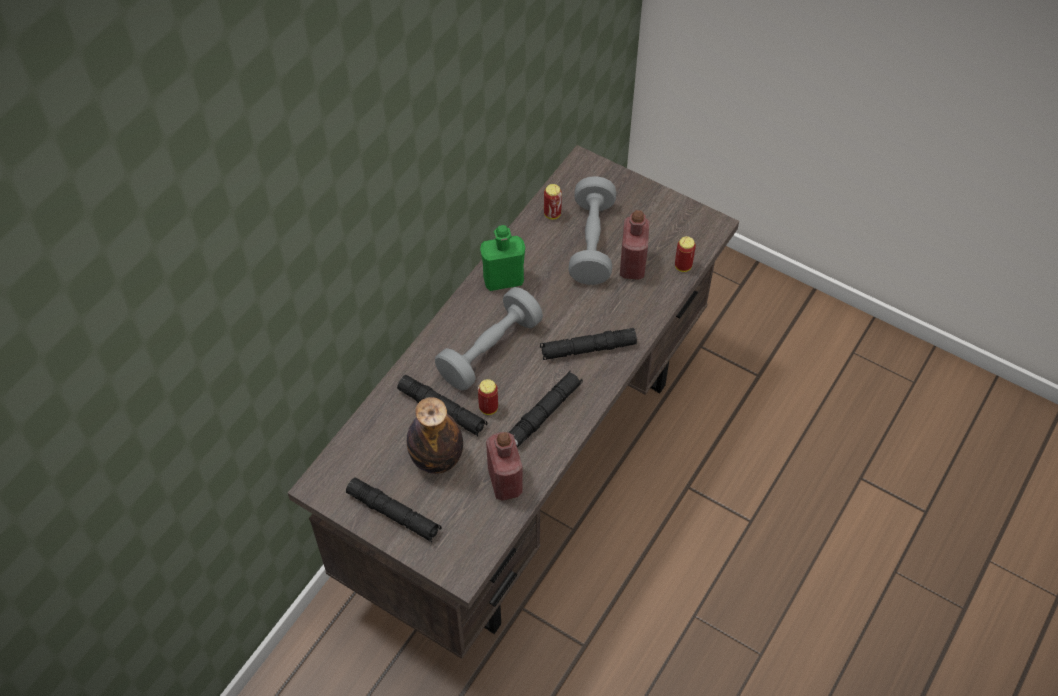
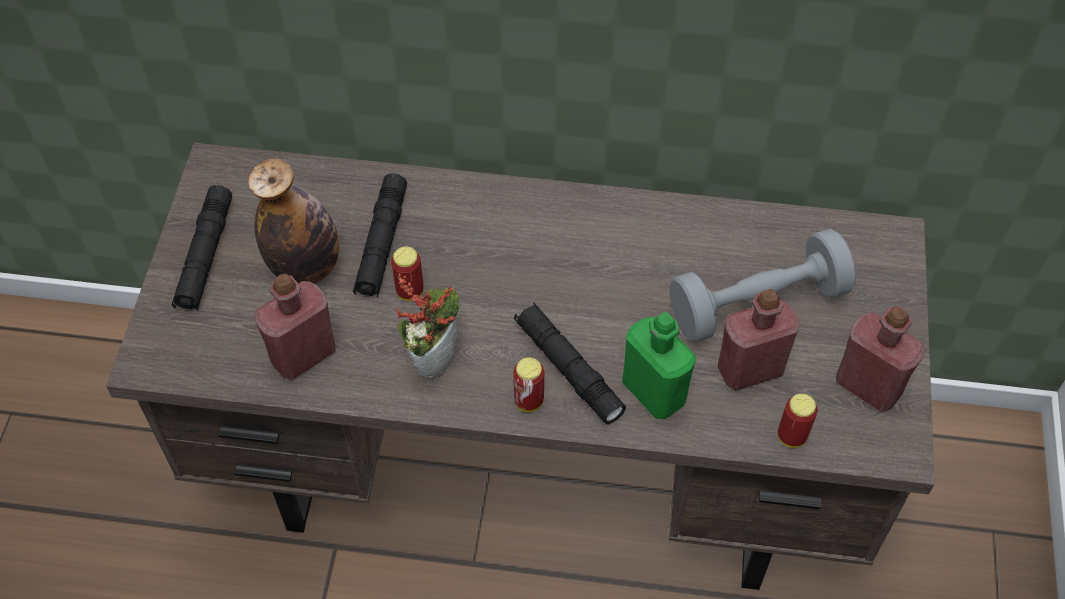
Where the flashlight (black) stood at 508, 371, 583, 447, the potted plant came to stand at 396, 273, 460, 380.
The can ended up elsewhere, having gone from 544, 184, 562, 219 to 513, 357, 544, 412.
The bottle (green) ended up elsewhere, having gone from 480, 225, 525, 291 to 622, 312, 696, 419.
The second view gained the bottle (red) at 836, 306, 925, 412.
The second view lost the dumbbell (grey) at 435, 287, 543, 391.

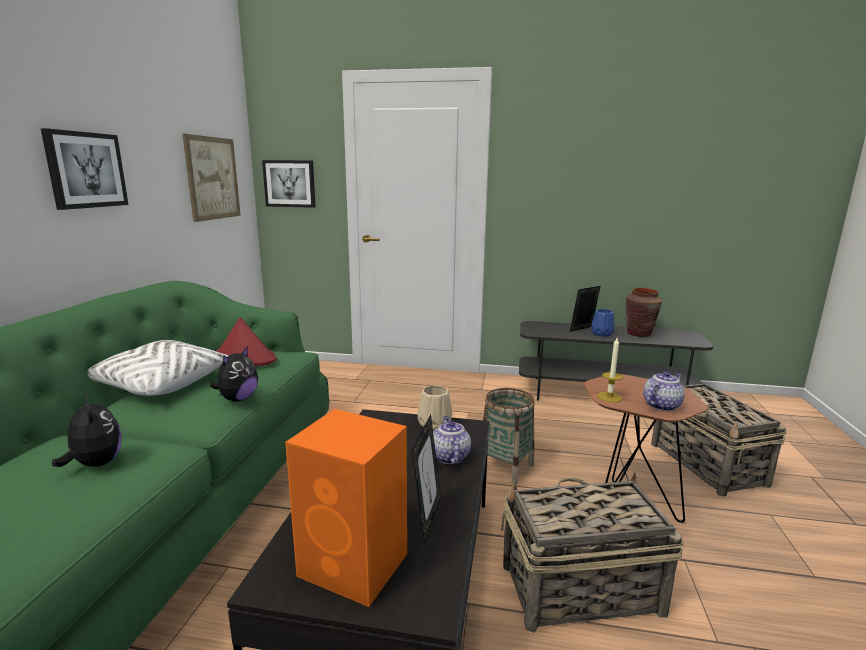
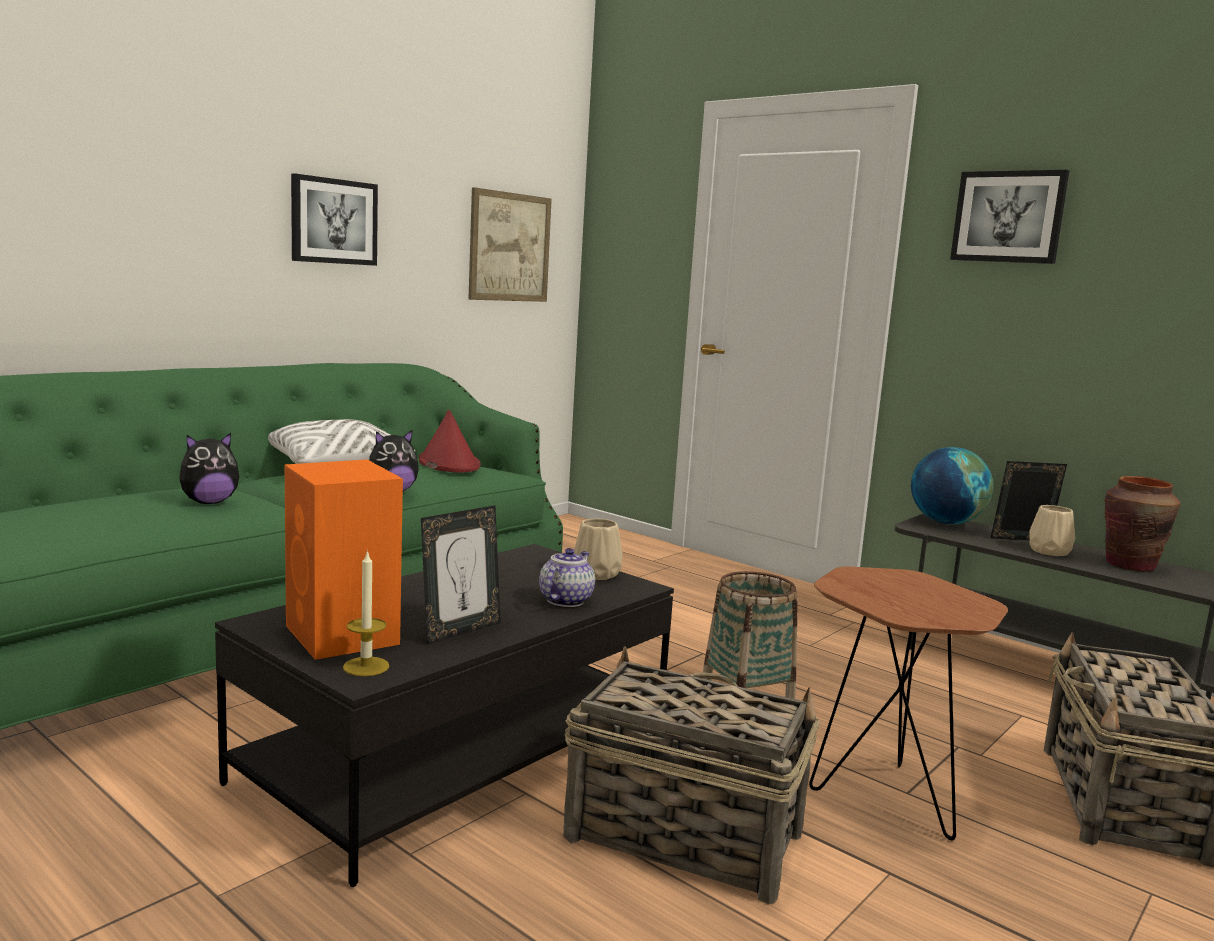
The plush toy at 52, 394, 122, 467 ended up facing another way, 60 degrees clockwise from before.
The candle ended up elsewhere, having gone from 598, 338, 623, 402 to 343, 550, 389, 676.
The second view gained the globe at 911, 447, 993, 524.
The picture ended up elsewhere, having gone from 262, 160, 316, 208 to 950, 170, 1069, 264.
What was the vase (blue) at 591, 309, 615, 337 turned into the vase (beige) at 1029, 505, 1075, 556.
The second view lost the teapot at 643, 371, 685, 411.

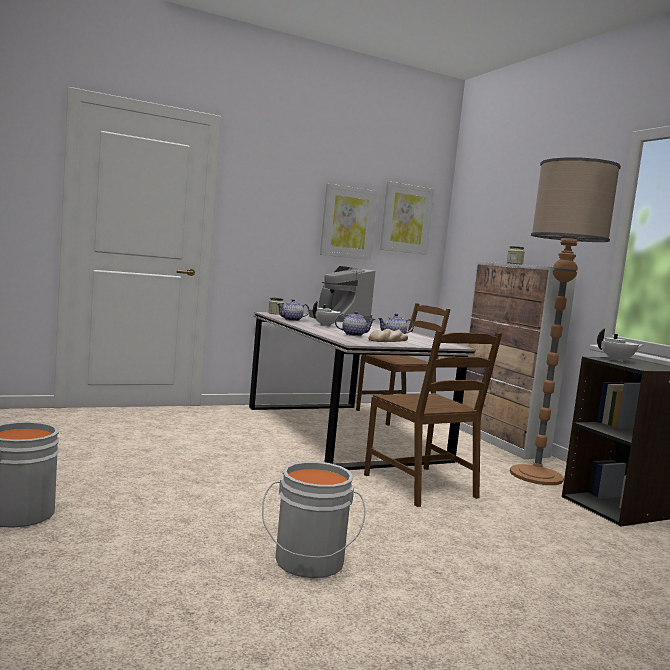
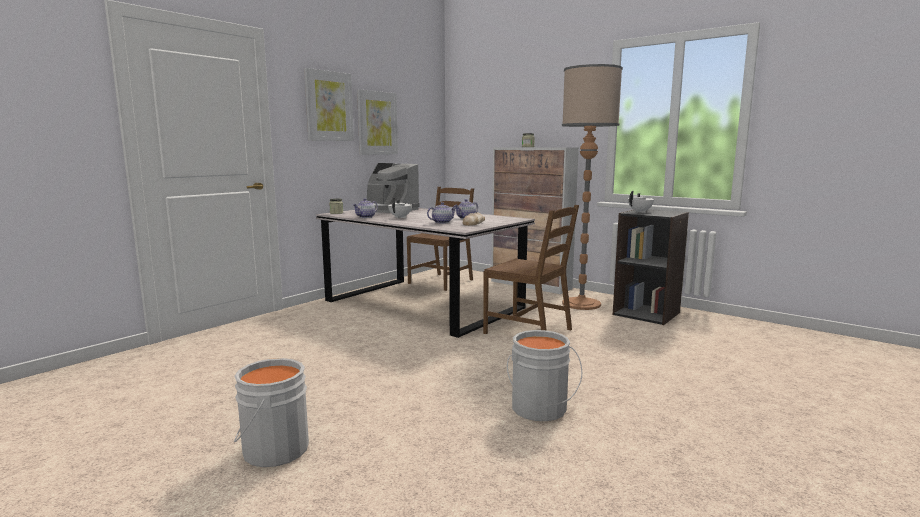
The picture ended up elsewhere, having gone from 380, 181, 434, 255 to 304, 68, 354, 141.

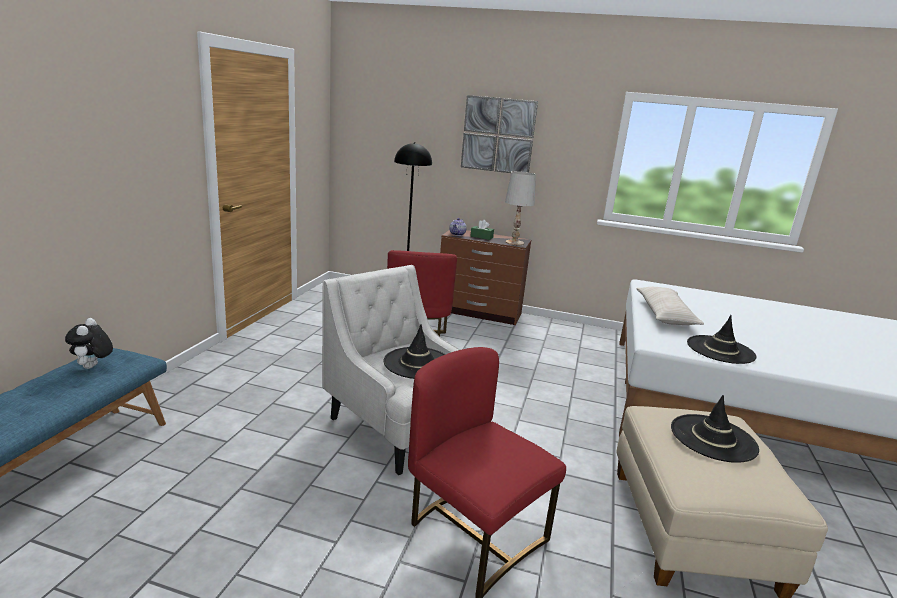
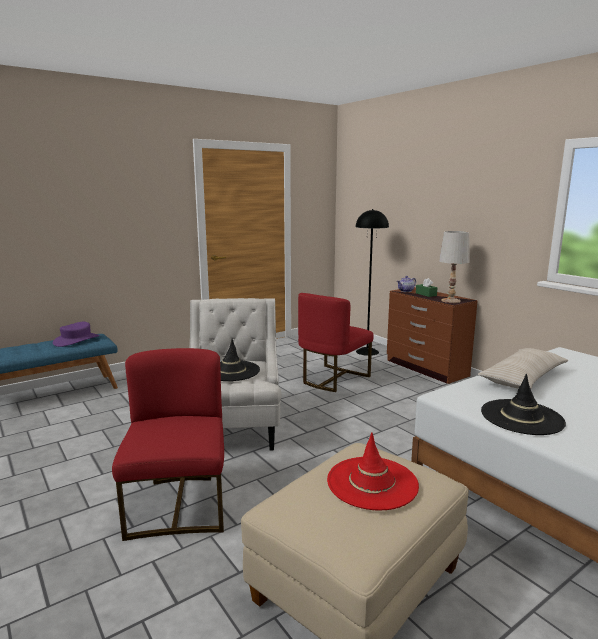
Where the plush toy stood at 65, 318, 113, 369, the hat (purple) came to stand at 53, 322, 100, 347.
What was the hat (black) at 671, 395, 759, 463 turned into the hat (red) at 327, 432, 419, 510.
The second view lost the picture at 461, 95, 538, 173.

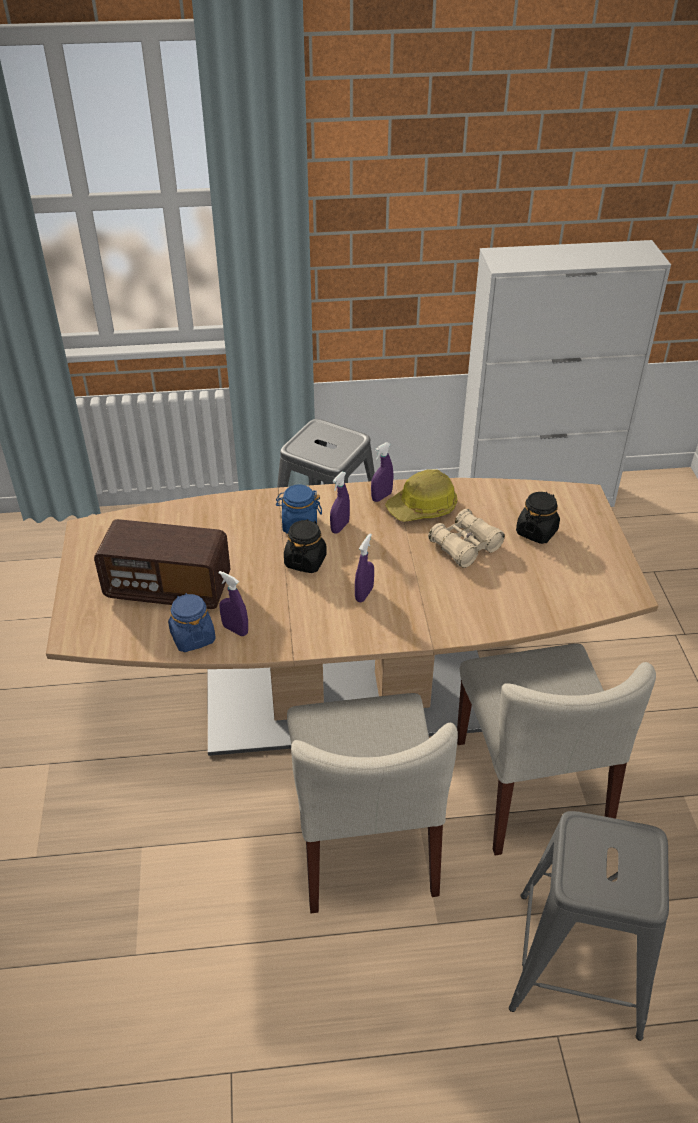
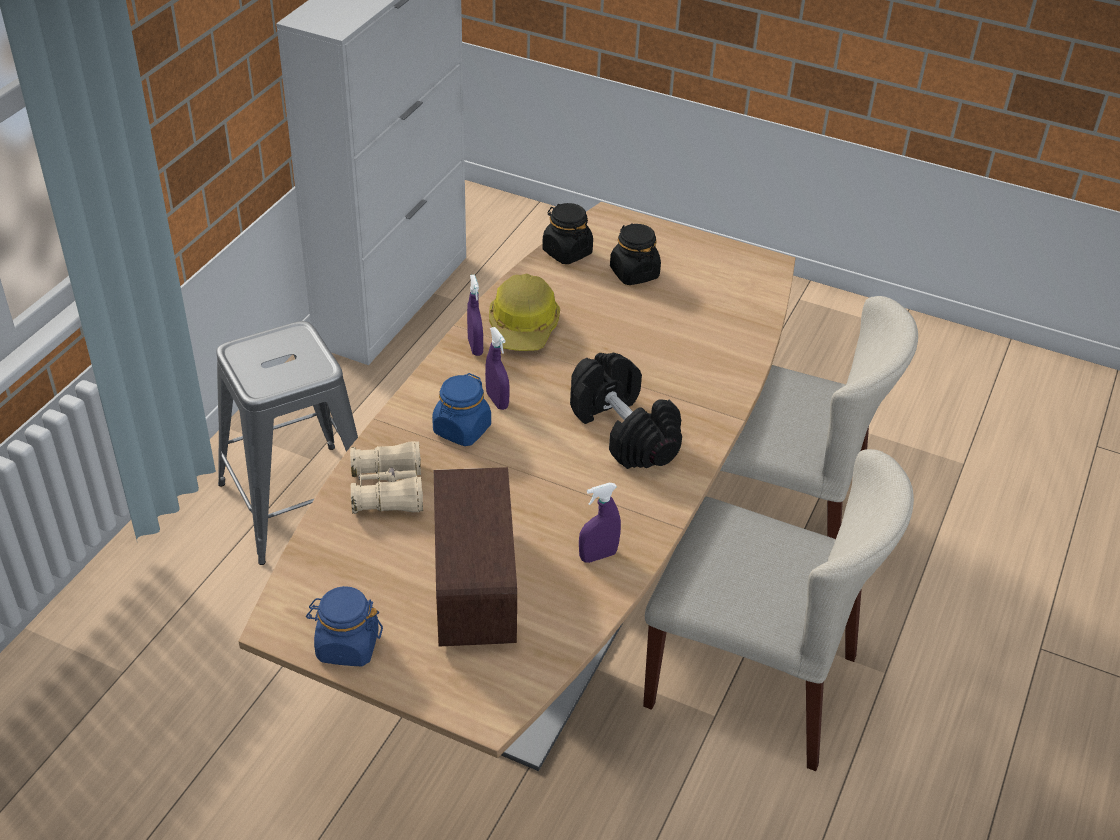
The jar (blue) ended up elsewhere, having gone from 168, 593, 216, 652 to 306, 586, 383, 666.
The binoculars (beige) ended up elsewhere, having gone from 428, 509, 505, 568 to 350, 441, 423, 514.
The radio at 94, 519, 231, 609 ended up facing another way, 135 degrees clockwise from before.
The jar (black) ended up elsewhere, having gone from 284, 519, 327, 573 to 542, 203, 593, 264.
Where the spray bottle (purple) stood at 355, 534, 374, 602, the dumbbell (black) came to stand at 570, 353, 682, 469.
The second view lost the stool (grey) at 509, 811, 669, 1041.

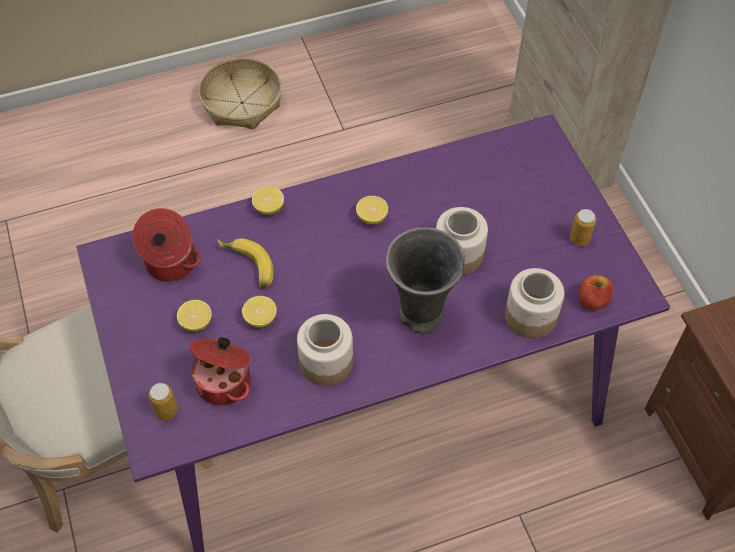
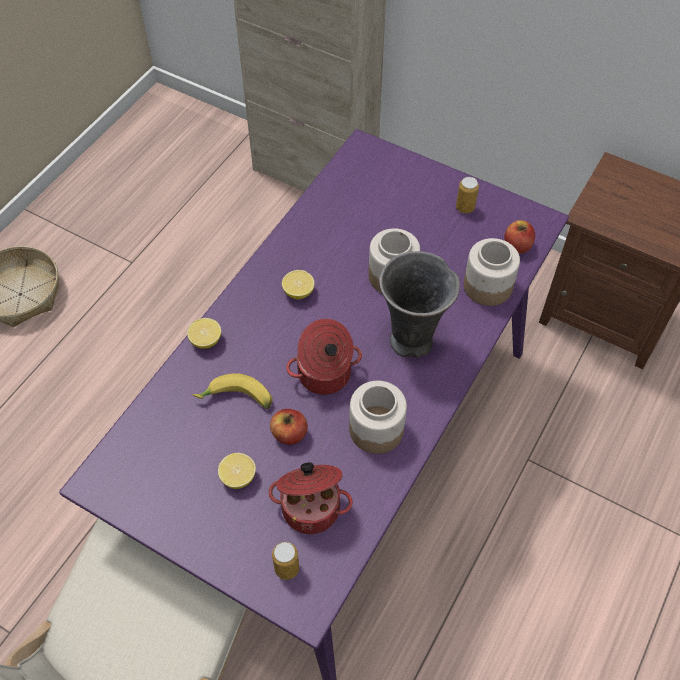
Where the lemon stood at 242, 296, 277, 328, the apple came to stand at 270, 409, 308, 445.
The cooking pot ended up elsewhere, having gone from 133, 208, 201, 282 to 286, 319, 362, 395.

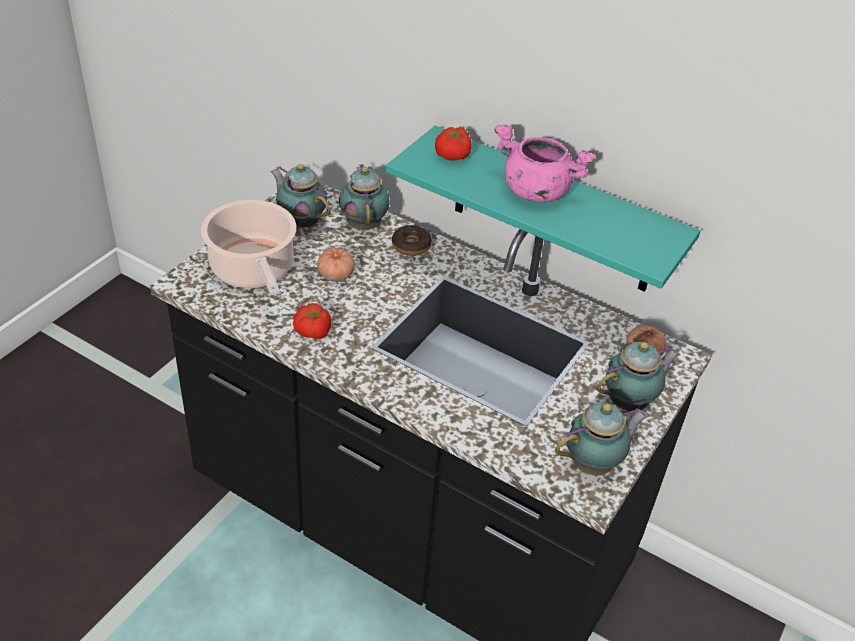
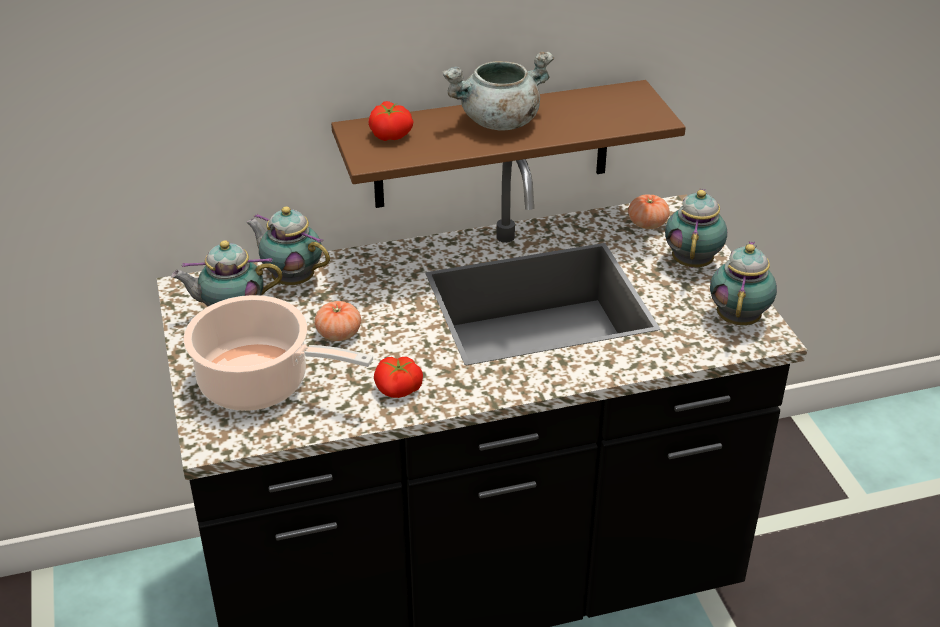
What was the shelf (turquoise) at 386, 126, 700, 292 turned into the shelf (brown) at 331, 80, 686, 208.
What was the cooking pot (pink) at 494, 125, 596, 202 turned into the cooking pot (grey) at 442, 51, 554, 131.
The second view lost the donut at 392, 225, 432, 256.

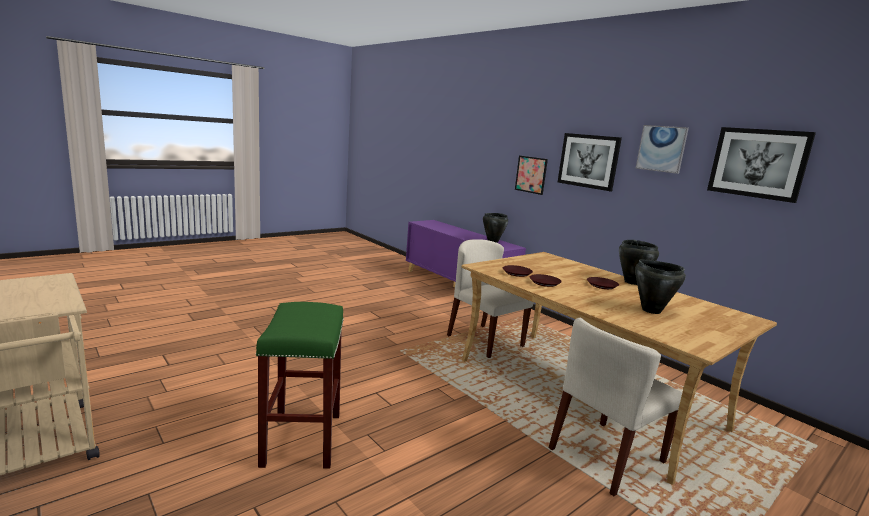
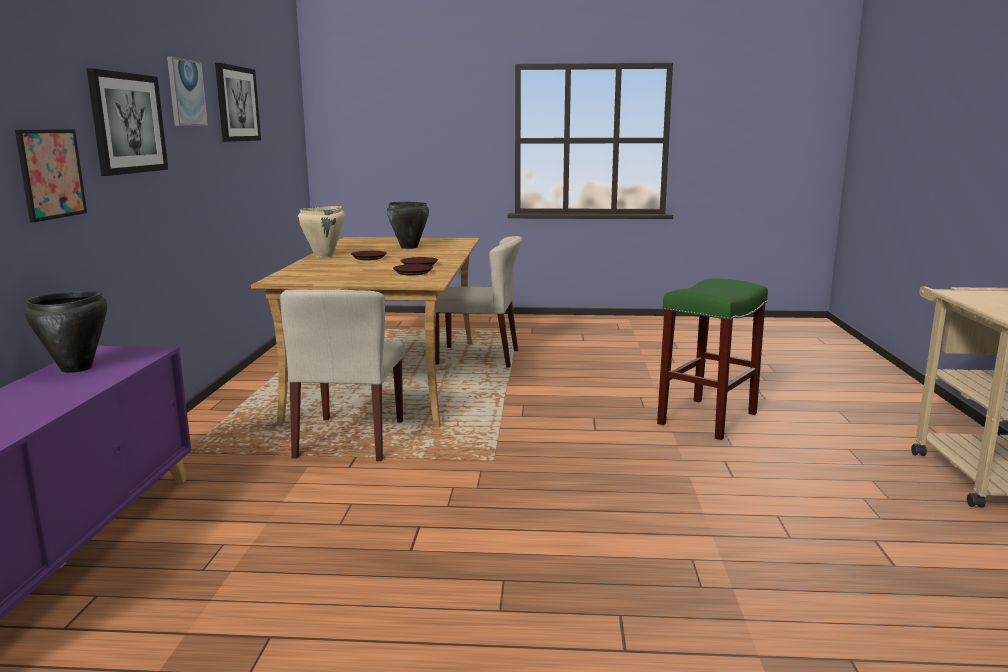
What was the cooking pot (black) at 619, 240, 659, 285 turned into the cooking pot (beige) at 298, 206, 345, 257.

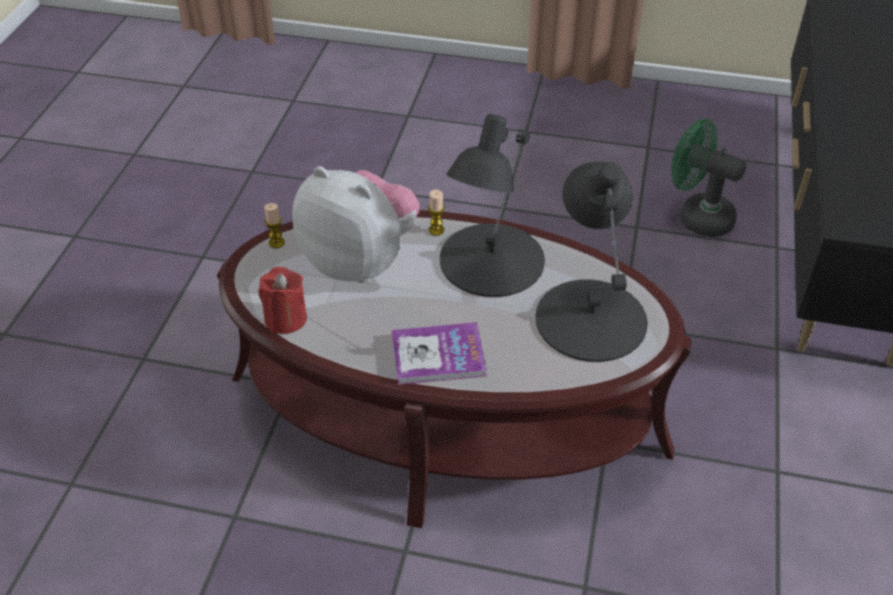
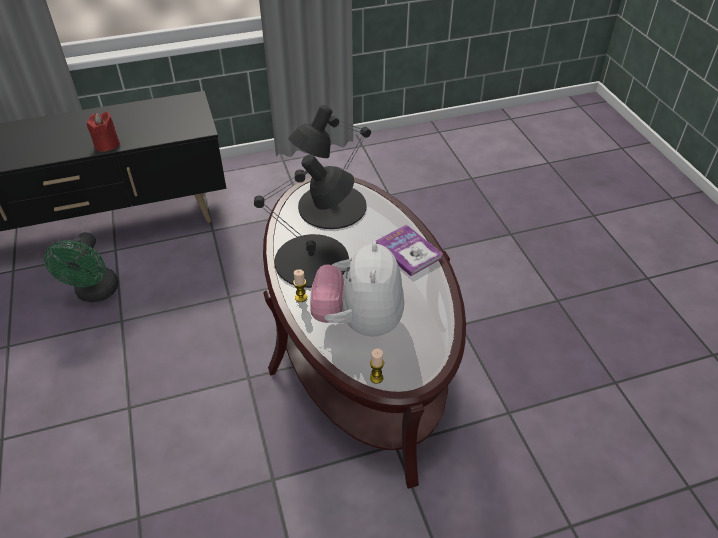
The candle (red) ended up elsewhere, having gone from 258, 267, 307, 334 to 87, 112, 120, 152.

